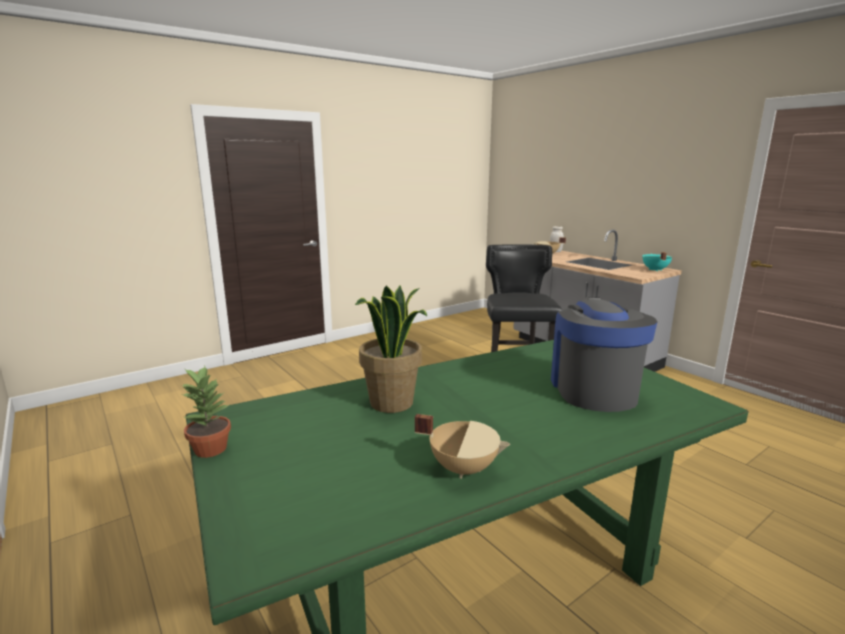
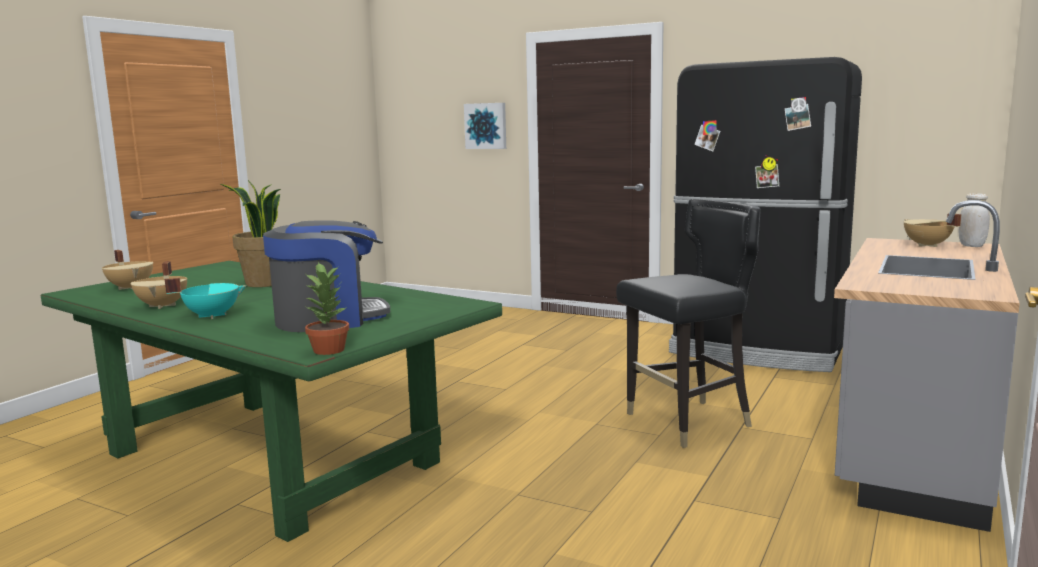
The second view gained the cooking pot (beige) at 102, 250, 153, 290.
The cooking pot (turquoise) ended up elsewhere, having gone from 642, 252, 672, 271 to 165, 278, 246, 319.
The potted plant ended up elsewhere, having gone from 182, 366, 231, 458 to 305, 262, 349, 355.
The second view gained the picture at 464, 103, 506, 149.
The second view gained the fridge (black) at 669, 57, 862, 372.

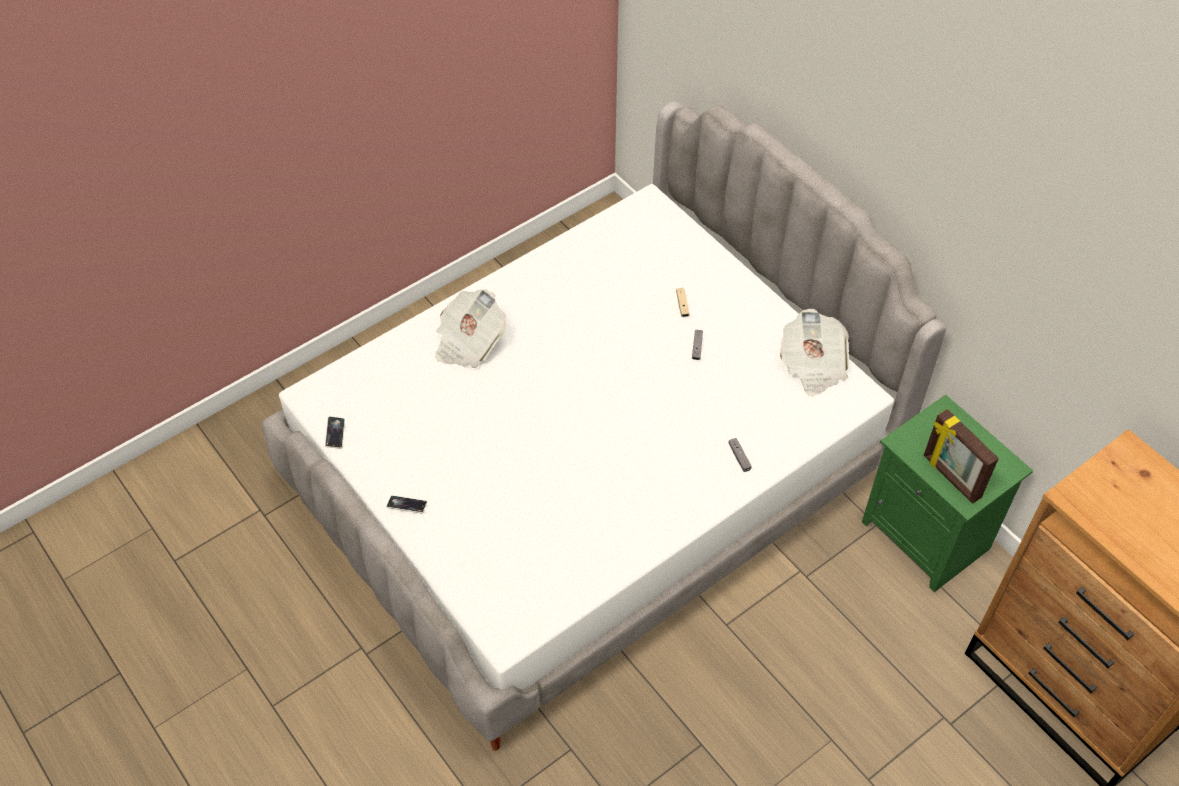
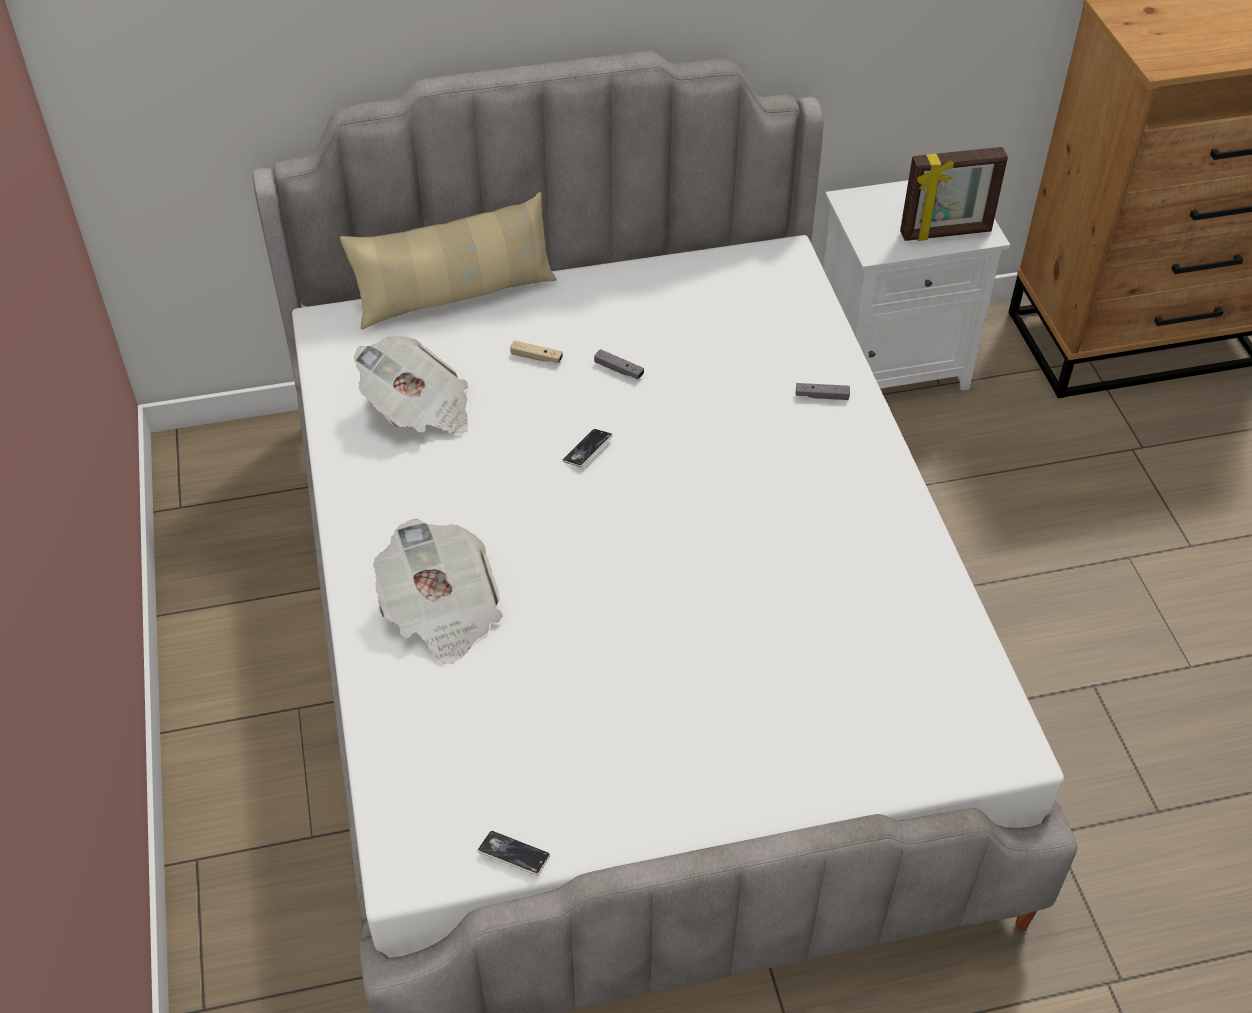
The second view gained the pillow (beige) at 340, 192, 557, 329.
The newspaper ended up elsewhere, having gone from 780, 309, 849, 397 to 354, 336, 468, 434.
The phone ended up elsewhere, having gone from 386, 496, 427, 513 to 563, 429, 613, 467.
What was the nightstand (green) at 862, 394, 1033, 592 turned into the nightstand (white) at 823, 180, 1010, 391.

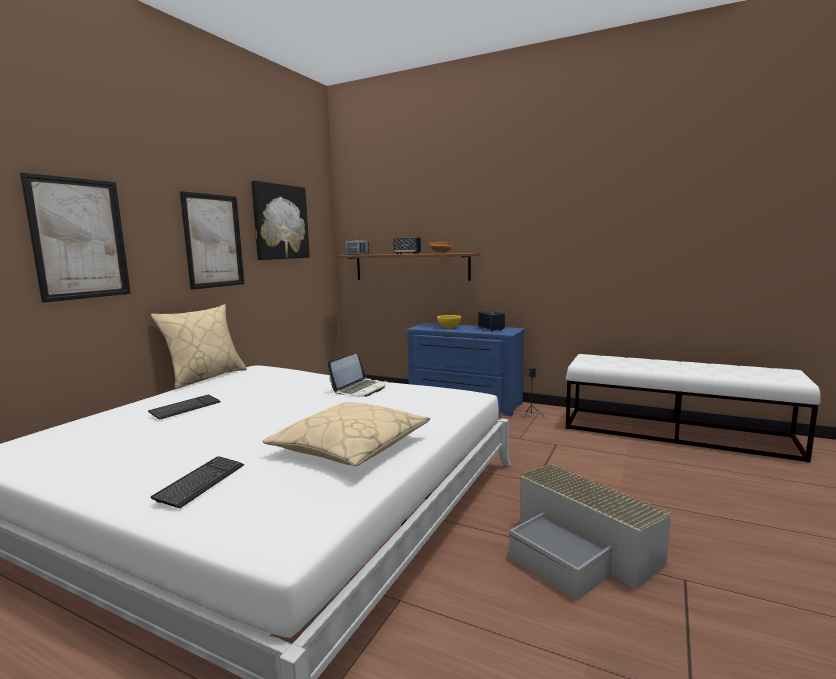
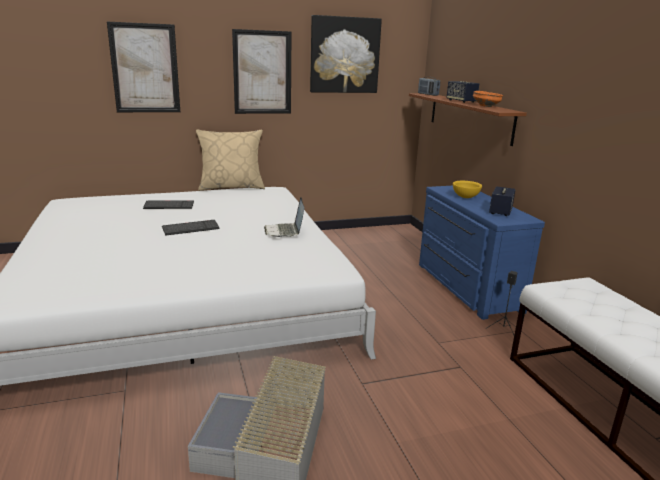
The keyboard ended up elsewhere, having gone from 151, 456, 244, 508 to 162, 220, 220, 236.
The laptop at 328, 354, 388, 397 ended up facing another way, 90 degrees clockwise from before.
The second view lost the pillow (beige) at 262, 402, 430, 466.

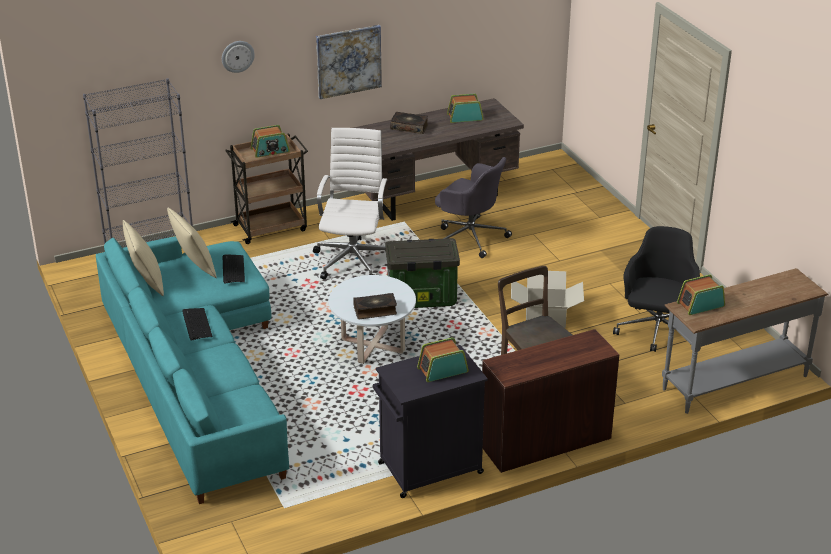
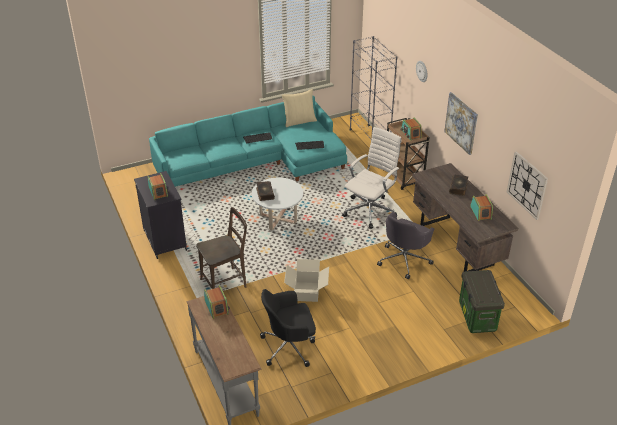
The office chair (black) at 613, 226, 700, 352 ended up facing another way, 150 degrees clockwise from before.
The office chair (white) at 313, 128, 387, 279 ended up facing another way, 60 degrees counterclockwise from before.
The storage box ended up elsewhere, having gone from 385, 238, 460, 308 to 459, 270, 505, 333.
The second view gained the wall clock at 507, 151, 548, 220.
The second view lost the pillow (beige) at 167, 207, 217, 278.
The second view lost the desk (brown) at 482, 329, 620, 473.

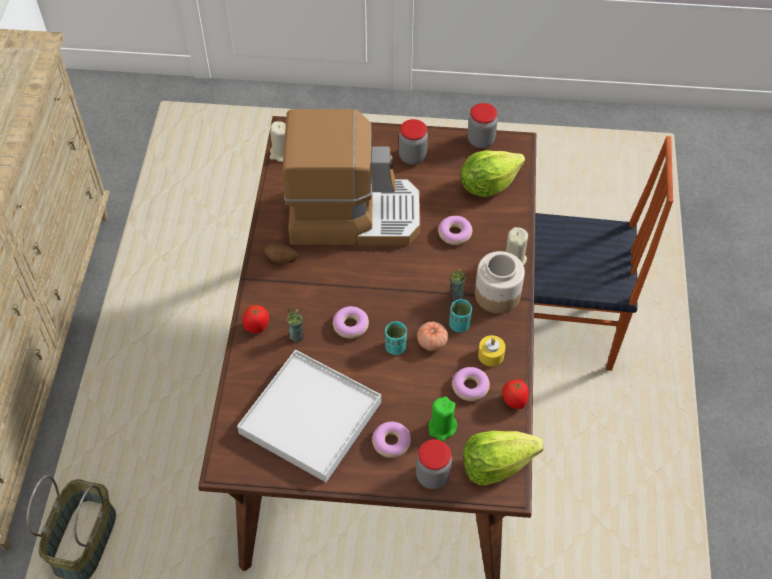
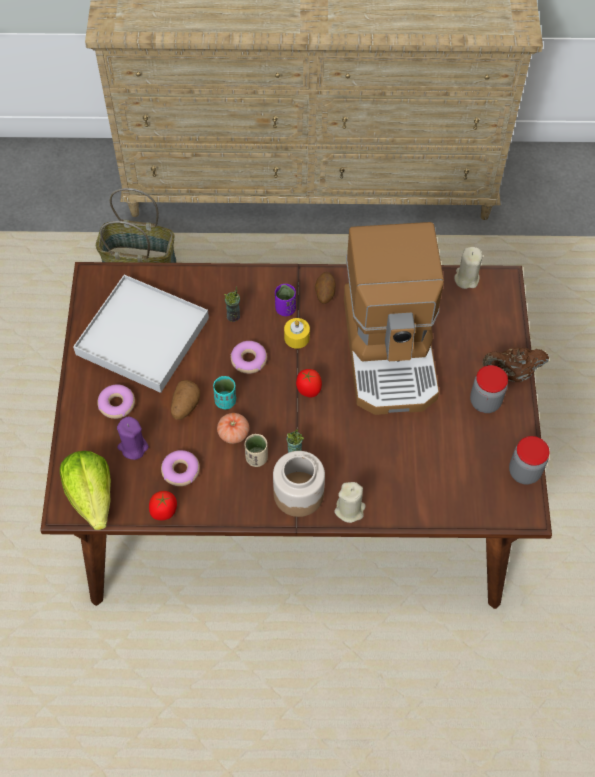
What was the candle (green) at 428, 396, 457, 442 turned into the candle (purple) at 117, 416, 149, 460.
The second view gained the potato at 171, 380, 200, 420.
What was the cup (turquoise) at 449, 299, 472, 332 turned into the cup (beige) at 245, 434, 268, 467.
The second view gained the cup (purple) at 275, 284, 296, 316.
The candle (yellow) ended up elsewhere, having gone from 478, 335, 506, 367 to 284, 318, 310, 349.
The tomato ended up elsewhere, having gone from 243, 305, 269, 333 to 296, 369, 322, 397.
The second view gained the teapot (brown) at 482, 347, 549, 382.
The second view lost the jar at 416, 439, 452, 489.
The second view lost the donut at 438, 216, 472, 245.
The second view lost the lettuce at 461, 150, 525, 197.
The second view lost the chair at 534, 136, 673, 371.

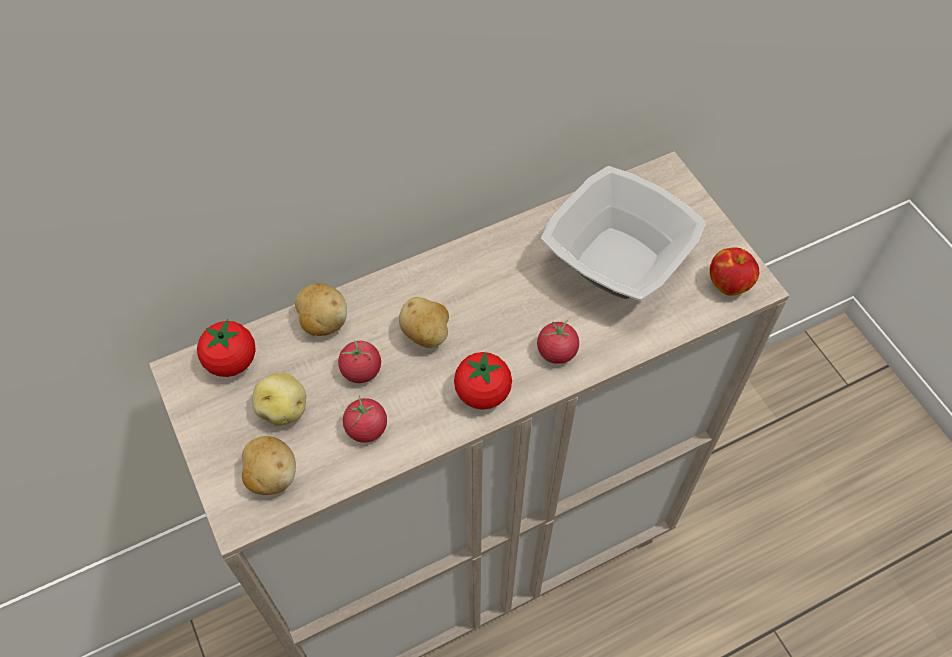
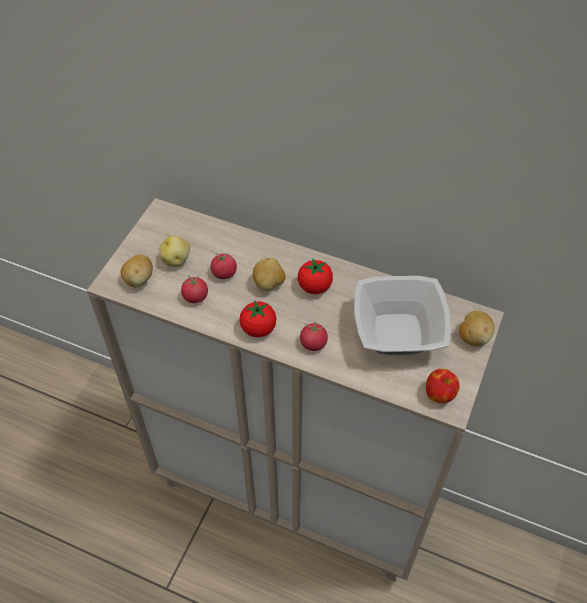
The tomato ended up elsewhere, having gone from 197, 319, 256, 377 to 298, 258, 333, 294.
The potato ended up elsewhere, having gone from 295, 283, 347, 336 to 459, 311, 495, 346.

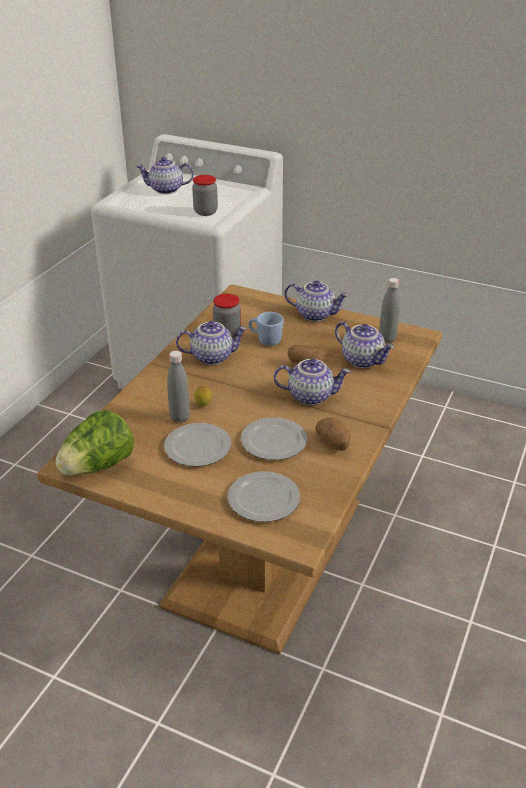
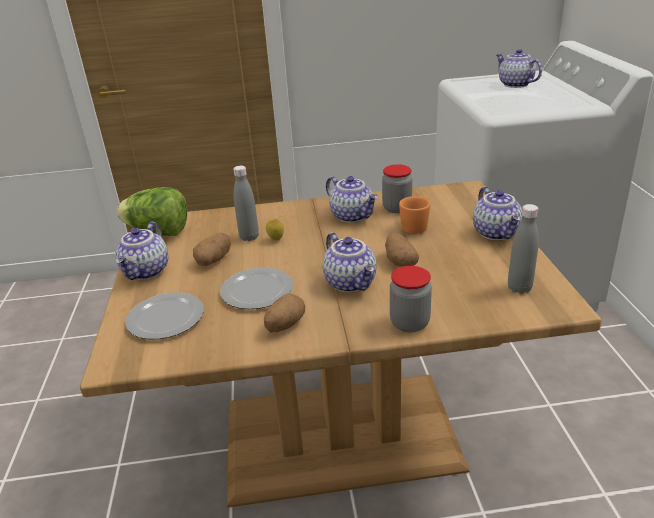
The teapot ended up elsewhere, having gone from 335, 322, 394, 368 to 116, 222, 169, 280.
Where the plate stood at 164, 423, 231, 467, the potato came to stand at 193, 232, 231, 266.
The jar ended up elsewhere, having gone from 192, 175, 218, 216 to 390, 266, 432, 332.
What was the mug (blue) at 249, 312, 284, 346 turned into the mug (orange) at 399, 196, 430, 234.

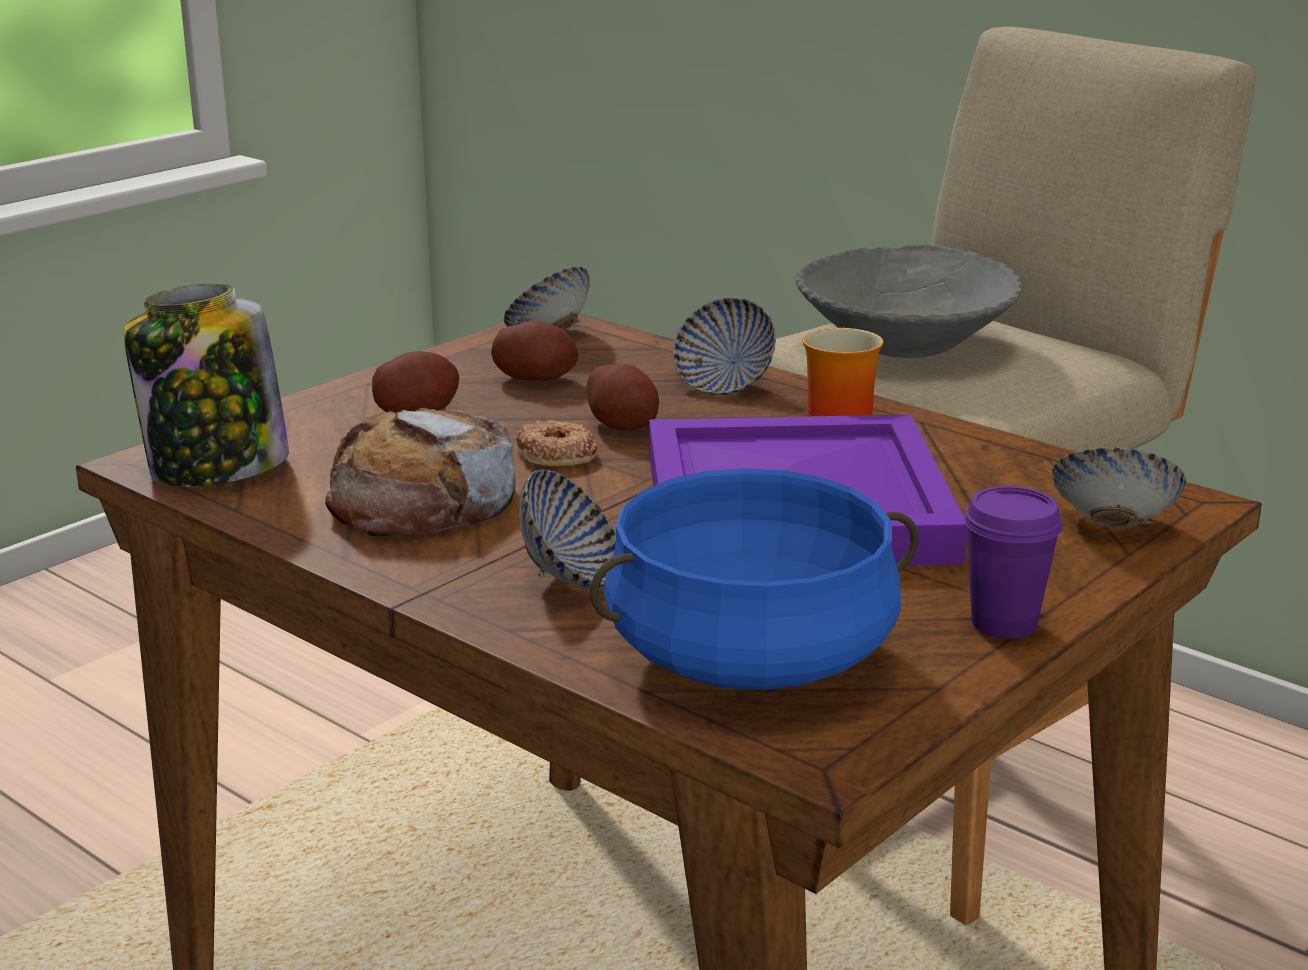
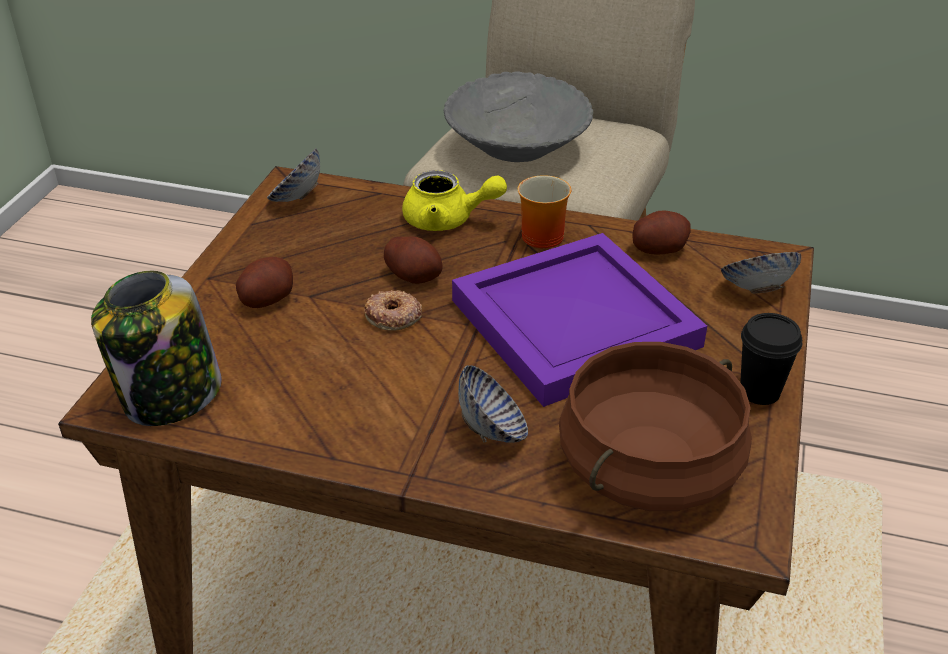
Where the bowl stood at 673, 297, 776, 395, the teapot (yellow) came to stand at 402, 170, 507, 231.
What was the cooking pot (blue) at 590, 468, 919, 690 turned into the cooking pot (brown) at 559, 342, 752, 511.
The potato ended up elsewhere, having gone from 491, 320, 578, 381 to 632, 210, 691, 255.
What was the cup (purple) at 964, 486, 1063, 639 turned into the cup (black) at 740, 313, 802, 405.
The second view lost the bread at 325, 408, 516, 537.

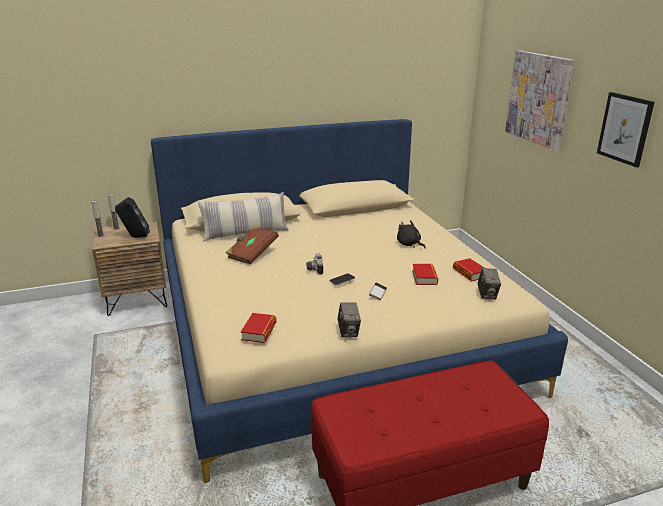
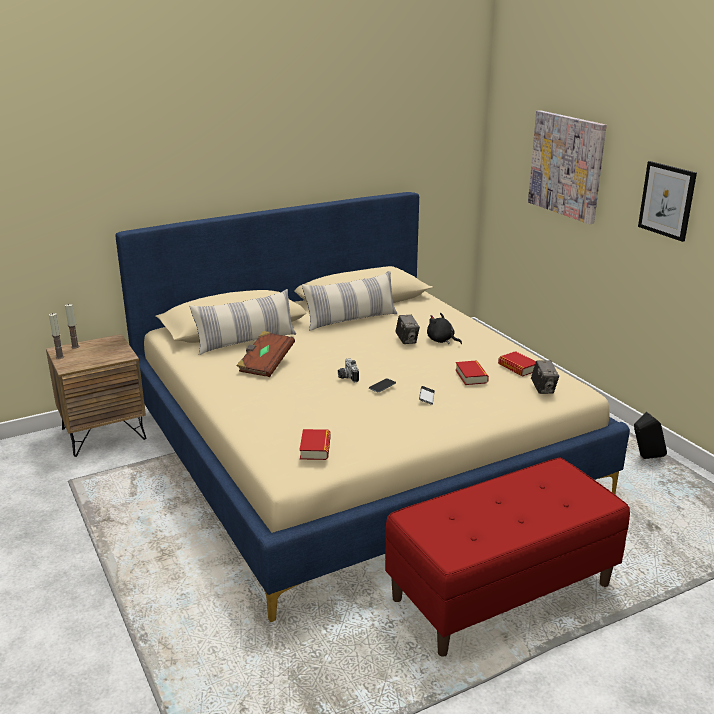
The second view gained the pillow at 302, 271, 397, 331.
The photo camera ended up elsewhere, having gone from 337, 302, 361, 338 to 395, 315, 420, 344.
The speaker (black) ended up elsewhere, having gone from 115, 197, 150, 238 to 634, 412, 667, 459.

